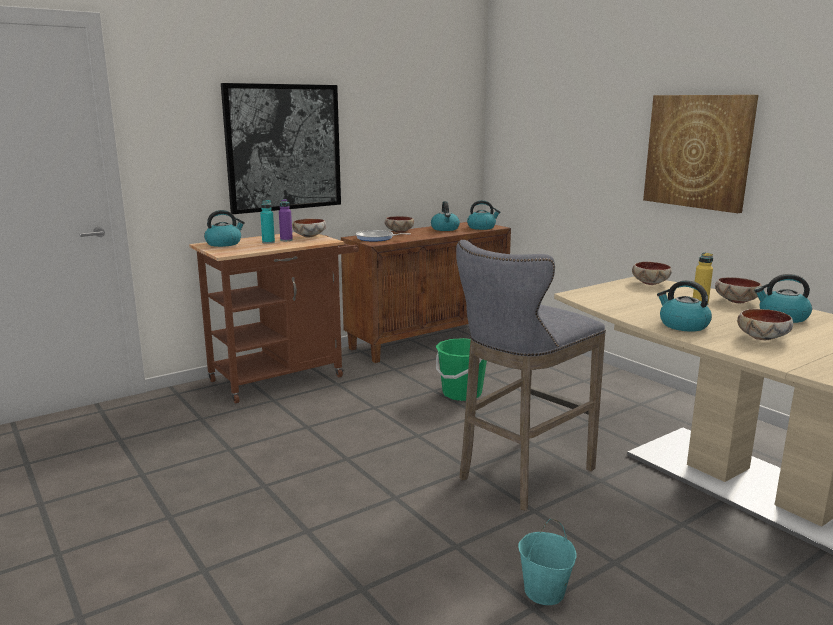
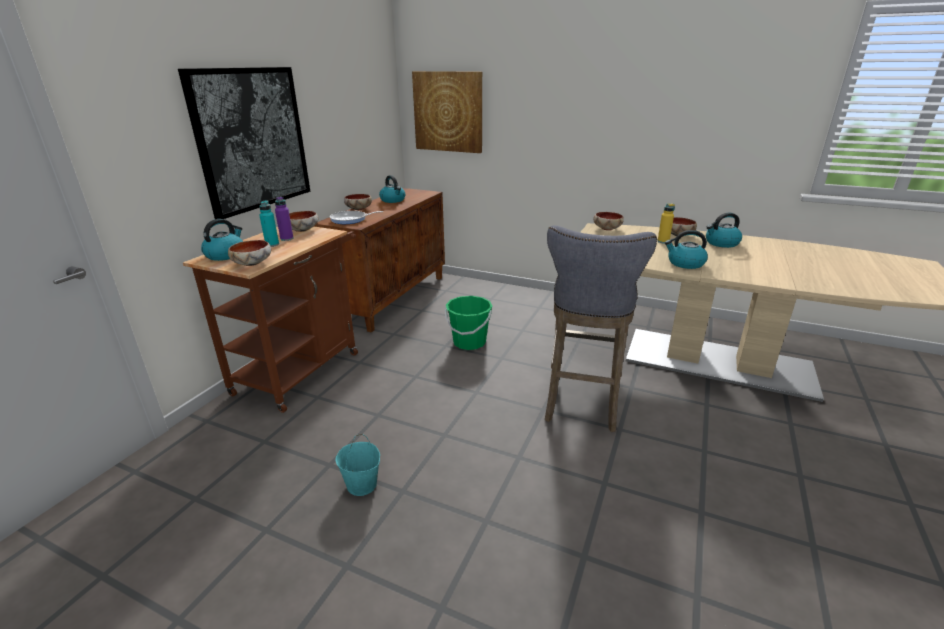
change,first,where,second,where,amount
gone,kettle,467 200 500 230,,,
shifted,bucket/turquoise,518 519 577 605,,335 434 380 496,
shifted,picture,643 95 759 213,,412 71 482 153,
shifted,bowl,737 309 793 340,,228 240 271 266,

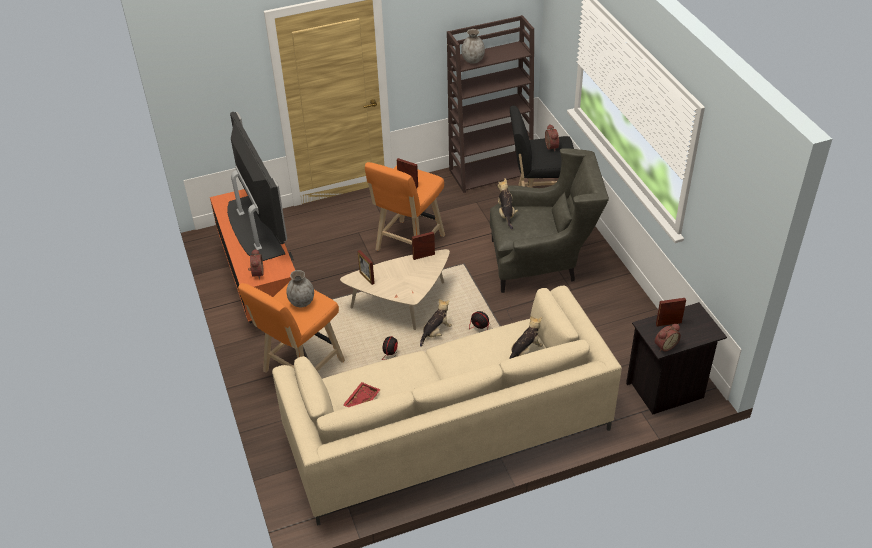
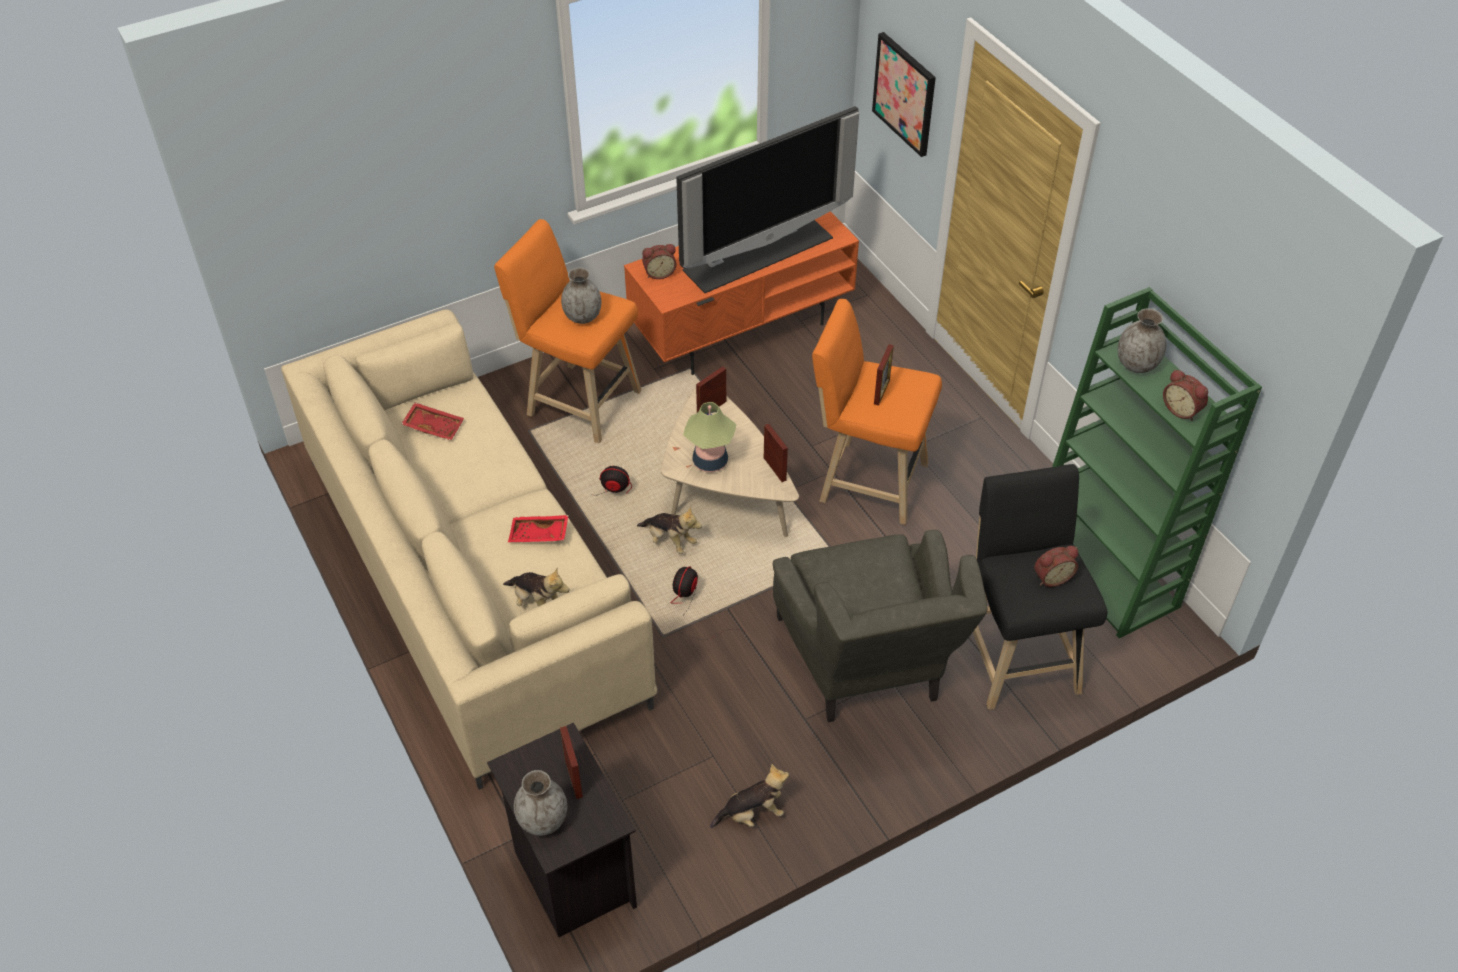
change,first,where,second,where,amount
new,,,tray/red,508 515 569 542,
new,,,vase/grey,514 770 567 836,
new,,,table lamp,683 402 736 472,
new,,,picture,872 32 936 157,
shifted,plush toy,498 178 518 229,,710 764 789 828,
shifted,alarm clock,655 324 681 352,,1163 370 1208 421,
repainted,bookcase/brown,447 15 534 193,bookcase/green,1052 287 1262 639,

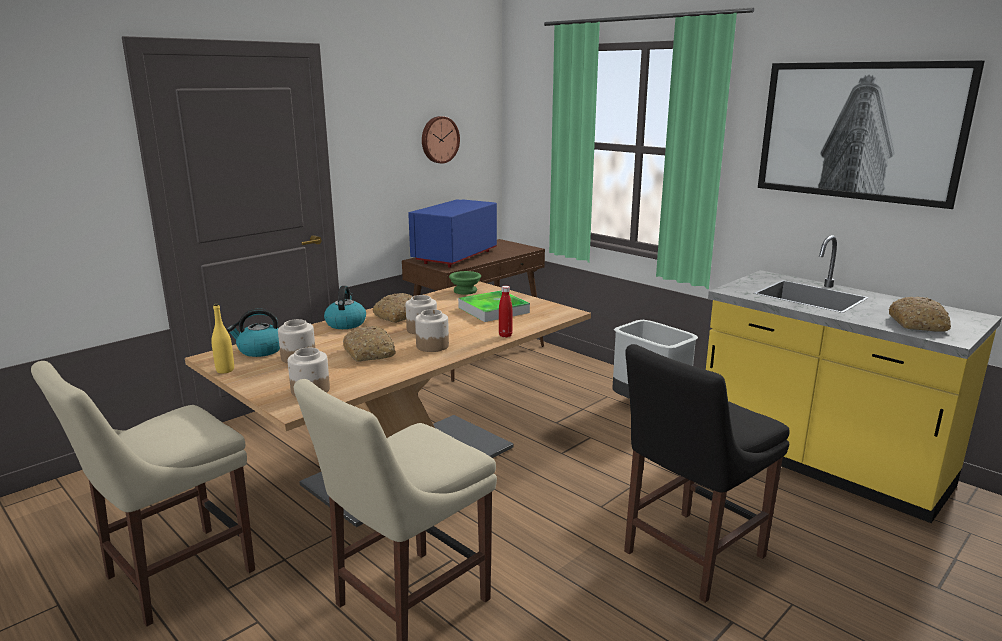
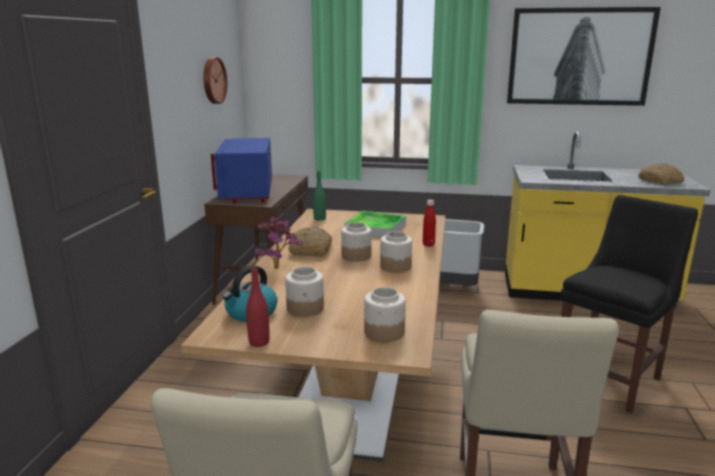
change,first,where,second,where,amount
gone,bread,343 326 395 362,,,
swapped,kettle,324 286 366 329,potted plant,254 217 303 269,
swapped,bowl/green,449 271 481 295,bottle/green,313 171 326 221,
repainted,bottle/yellow,211 303 234 373,bottle/red,246 265 270 347,
rotated,chair/black,624 344 790 603,,561 195 698 413,150 degrees counterclockwise

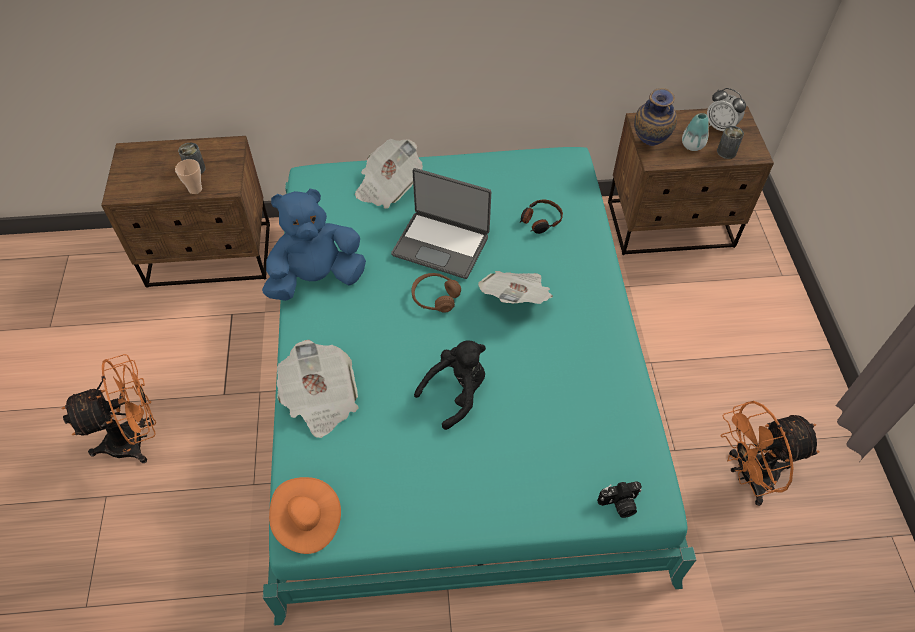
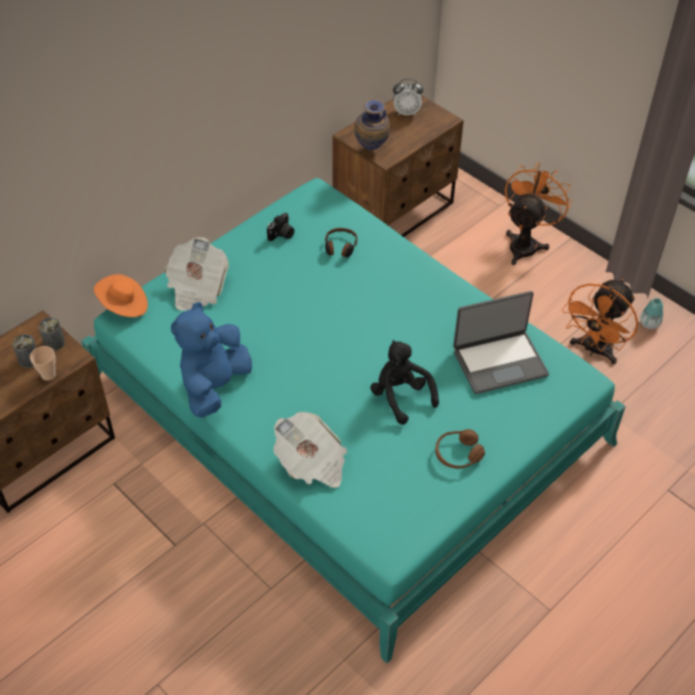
change,first,where,second,where,amount
gone,newspaper,478 271 553 304,,,
shifted,fan/orange,61 354 156 463,,505 162 572 265,
shifted,hat/orange,269 477 341 554,,94 274 148 317,
shifted,laptop,391 168 491 279,,453 291 549 394,
shifted,headphones/brown,411 273 461 313,,435 429 485 469,
shifted,photo camera,597 481 642 518,,267 213 295 241,
shifted,vase,682 113 709 151,,640 298 663 329,
shifted,can,717 126 744 159,,39 318 65 351,
rotated,plush toy/black,414 341 486 430,,370 340 439 425,45 degrees counterclockwise

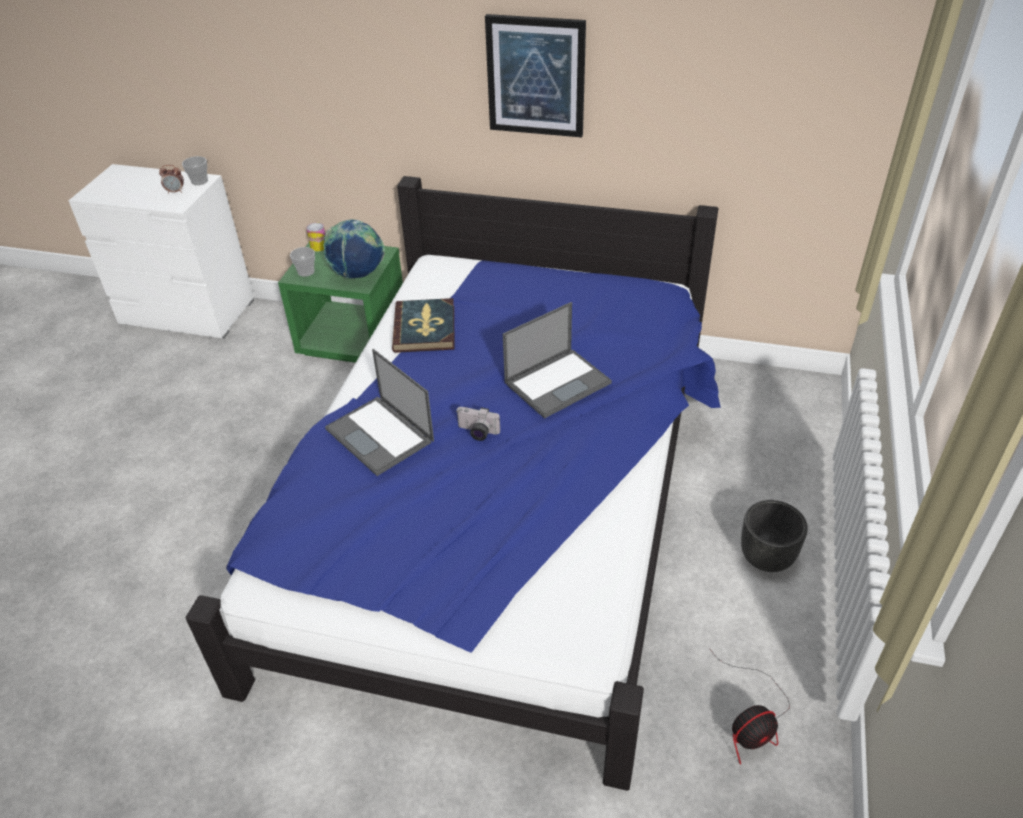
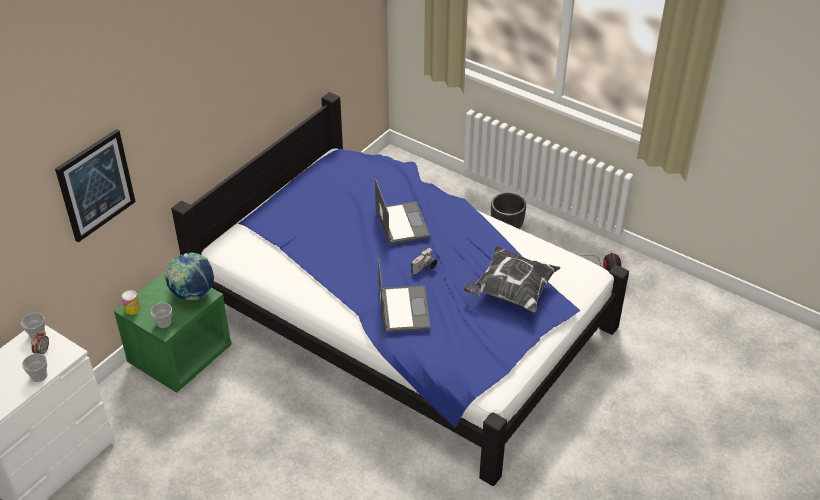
change,first,where,second,where,amount
gone,book,392 298 454 353,,,
new,,,cup,22 354 47 382,
new,,,pillow,464 246 561 312,
shifted,picture,485 14 586 137,,55 129 136 242,
rotated,laptop,325 349 434 476,,378 259 431 333,75 degrees counterclockwise

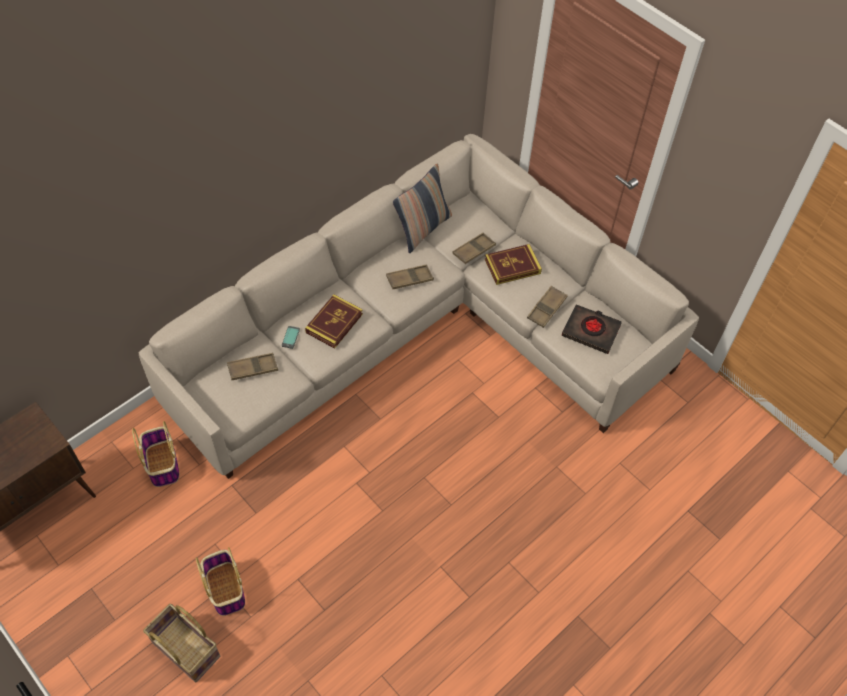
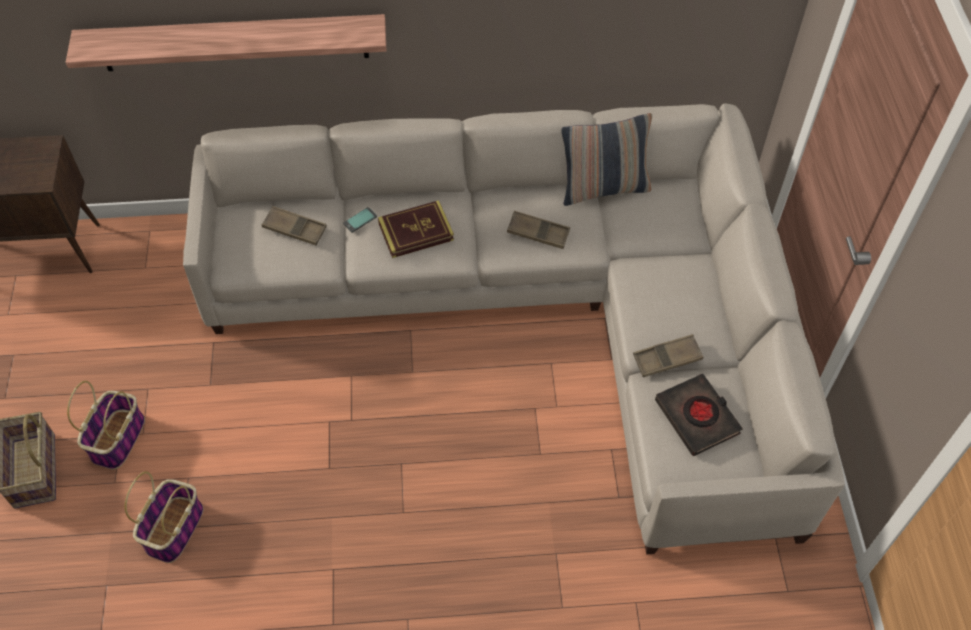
change,first,where,second,where,amount
gone,tray/brown,452 233 496 264,,,
gone,book,485 244 542 285,,,
new,,,shelf,66 14 386 71,
shifted,basket,132 421 179 487,,124 471 204 563,

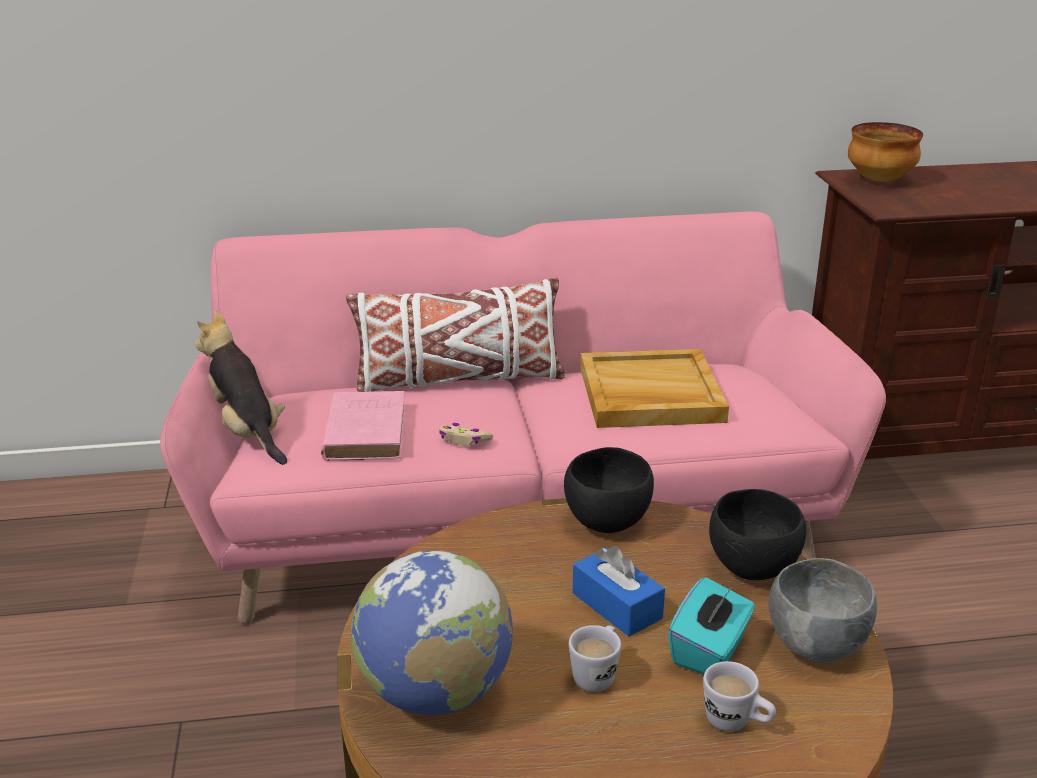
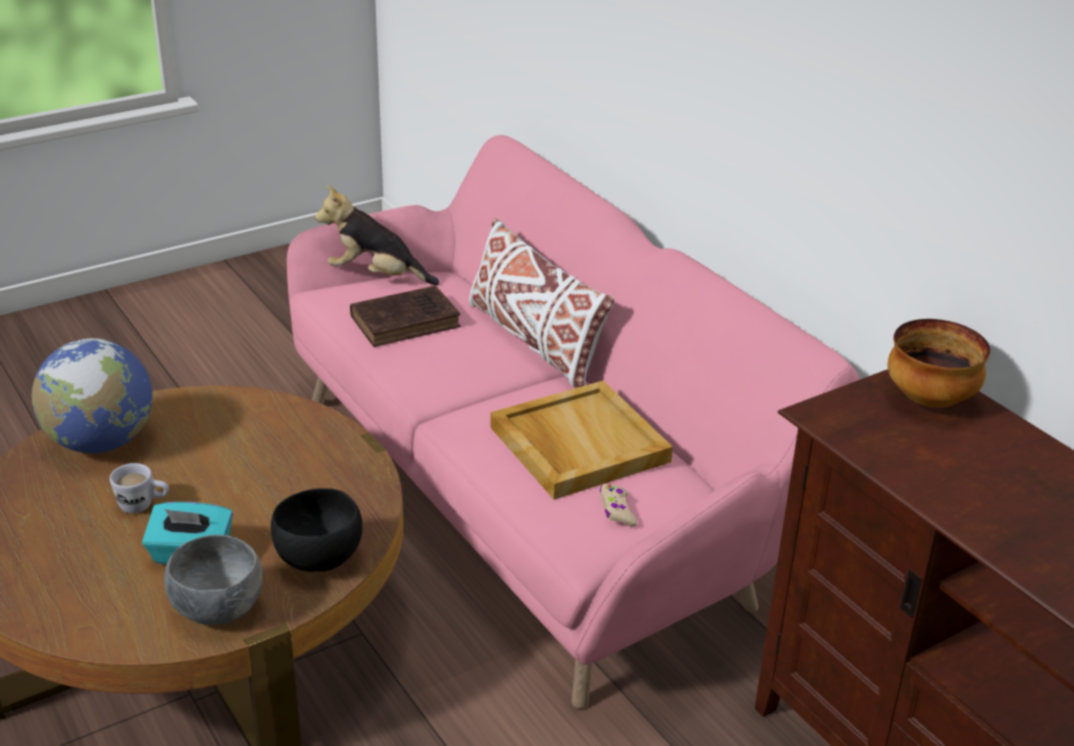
change,first,where,second,where,amount
gone,bowl/black,564 447 654 533,,,
gone,tissue box/blue,573 546 665 636,,,
gone,mug/white,703 661 776 731,,,
shifted,game controller/beige,439 423 493 446,,600 484 637 526,
repainted,book/pink,321 391 406 461,book/brown,350 286 461 347,
rotated,plush toy,195 311 287 465,,315 186 440 285,105 degrees counterclockwise

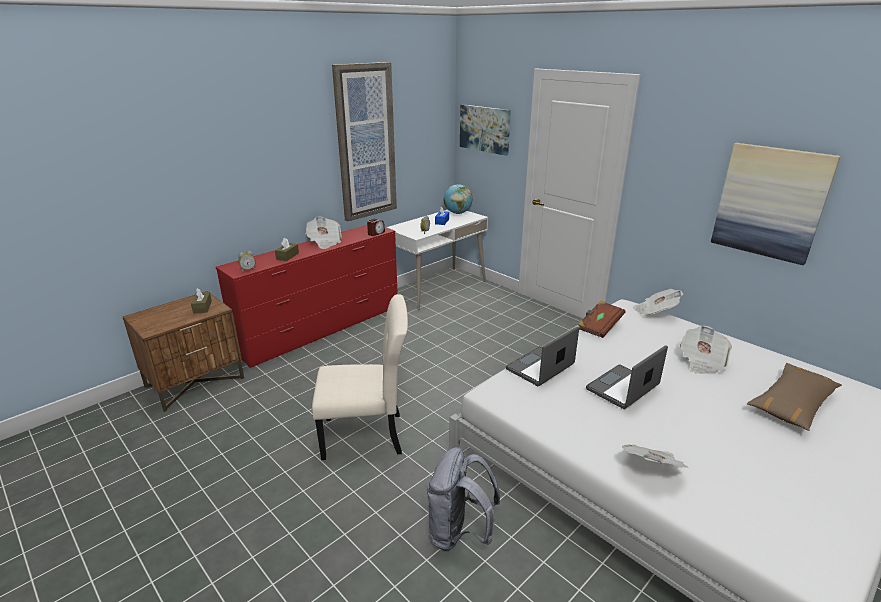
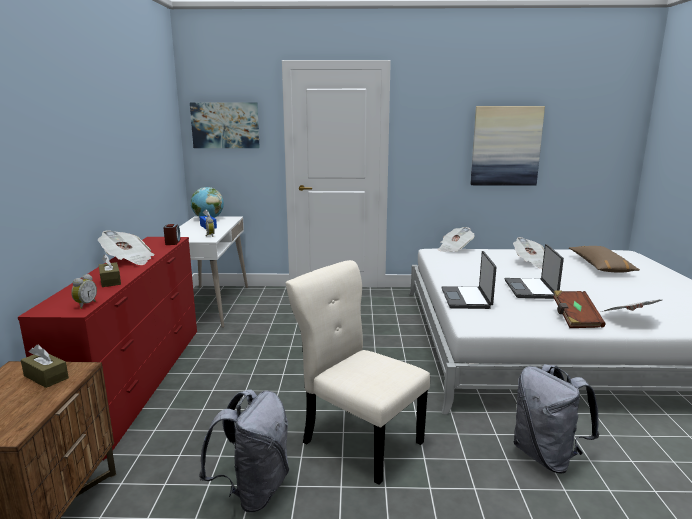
change,first,where,second,where,amount
gone,picture,332 62 397 222,,,
new,,,backpack/grey,199 389 289 513,
shifted,book/brown,578 300 625 338,,553 290 606 328,
rotated,chair/beige,312 294 408 460,,286 260 430 485,90 degrees counterclockwise

